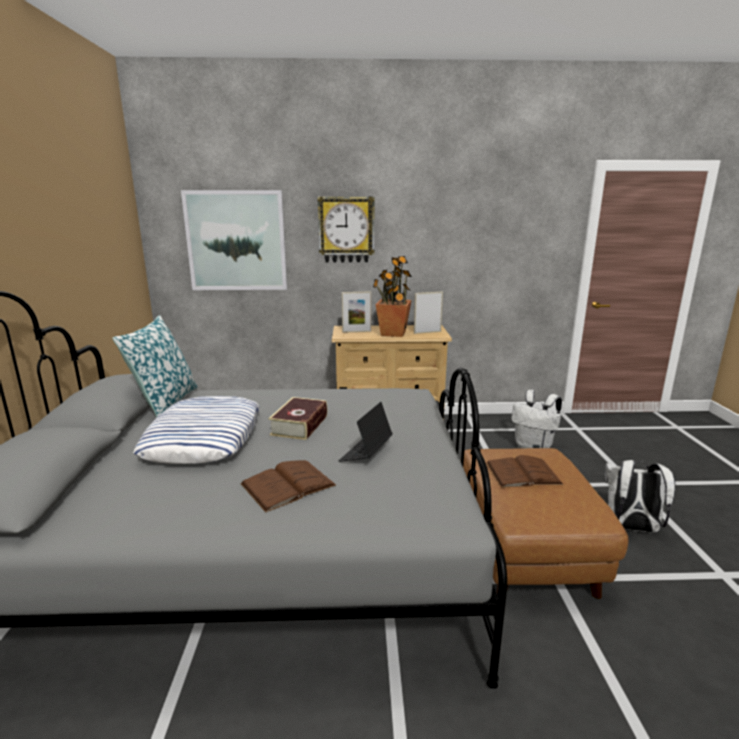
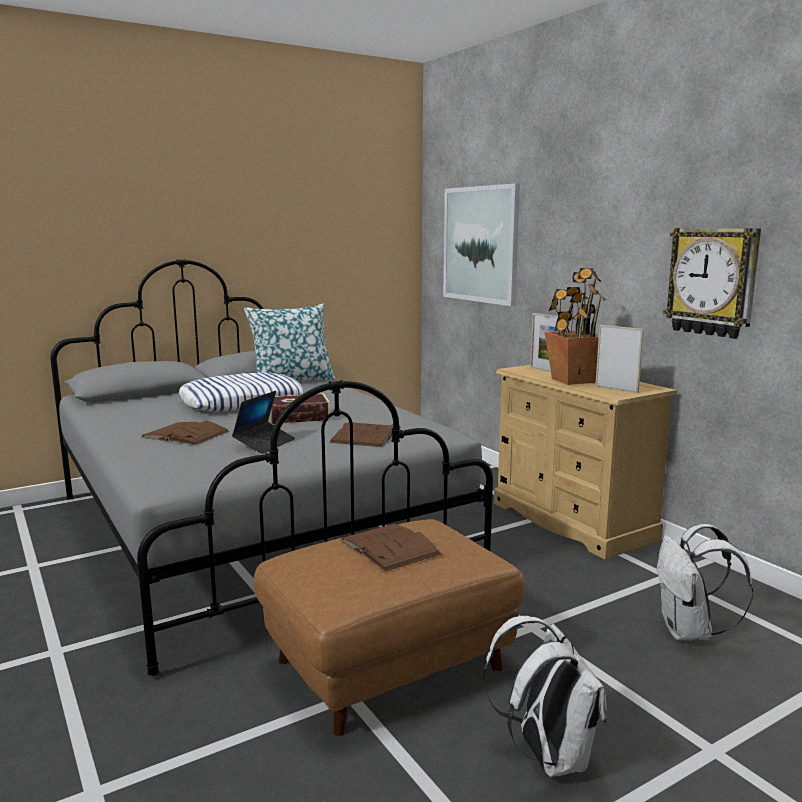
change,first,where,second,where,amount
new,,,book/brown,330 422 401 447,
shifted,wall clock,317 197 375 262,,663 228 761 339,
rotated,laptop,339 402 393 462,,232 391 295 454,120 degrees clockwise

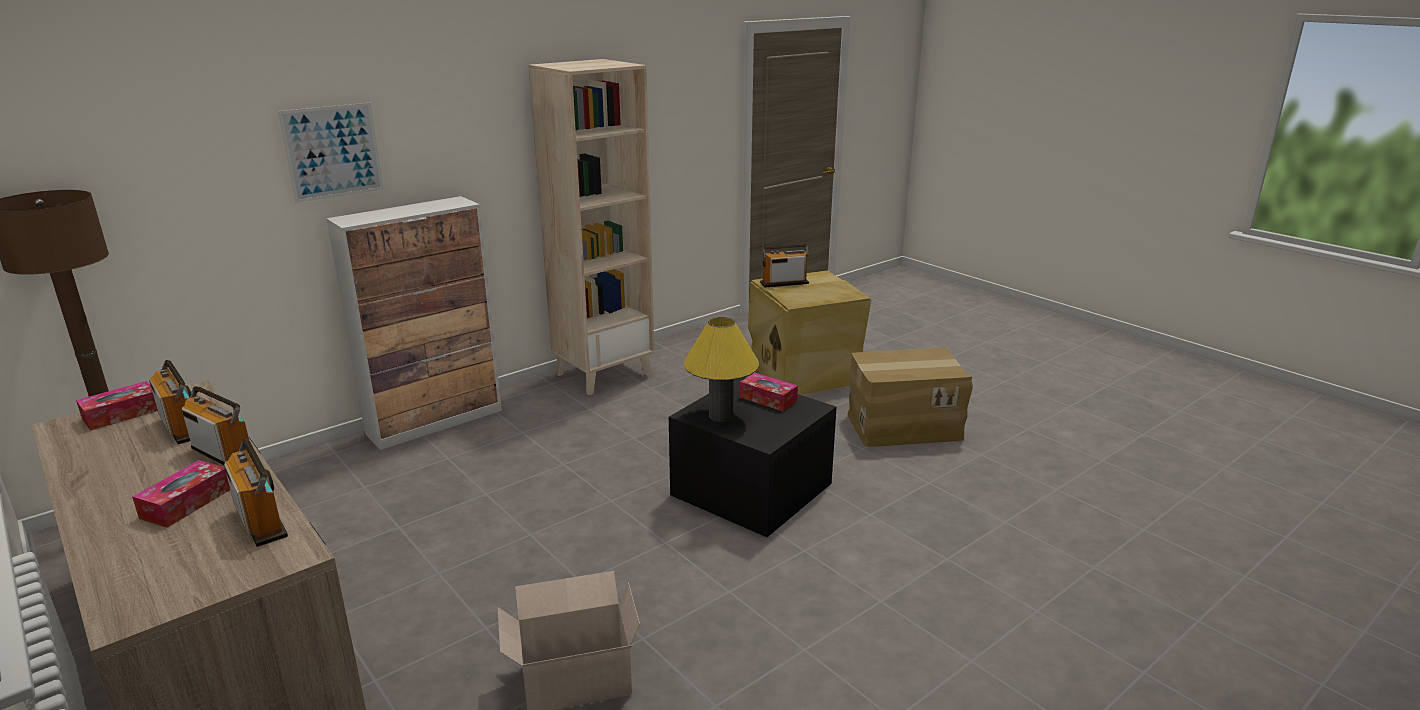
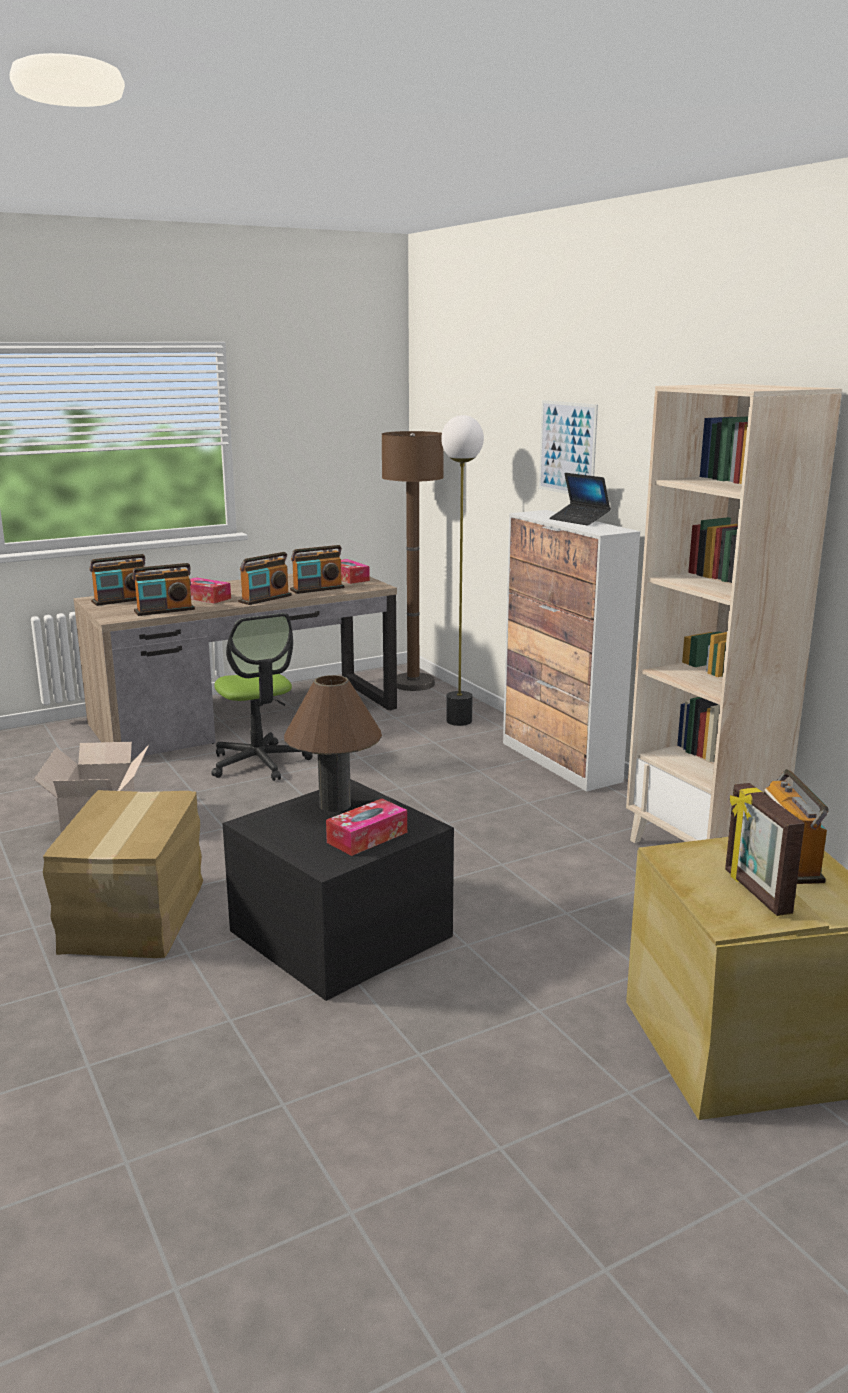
change,first,where,second,where,amount
new,,,radio,90 554 146 606,
new,,,office chair,211 613 313 781,
new,,,floor lamp,441 415 484 726,
new,,,laptop,550 473 611 526,
new,,,picture frame,725 783 805 916,
shifted,cardboard box,848 348 973 447,,43 790 203 958,
repainted,table lamp/yellow,684 317 759 422,table lamp/brown,284 675 382 812,

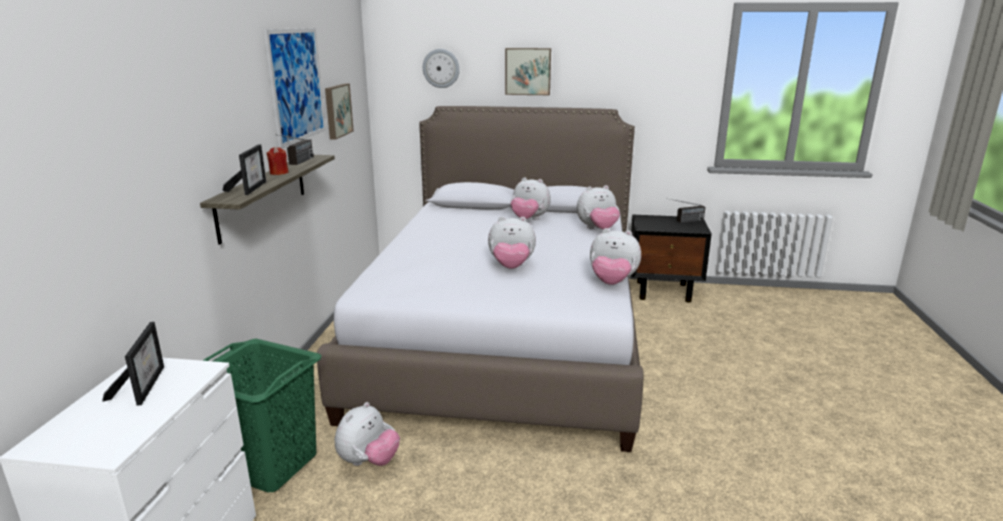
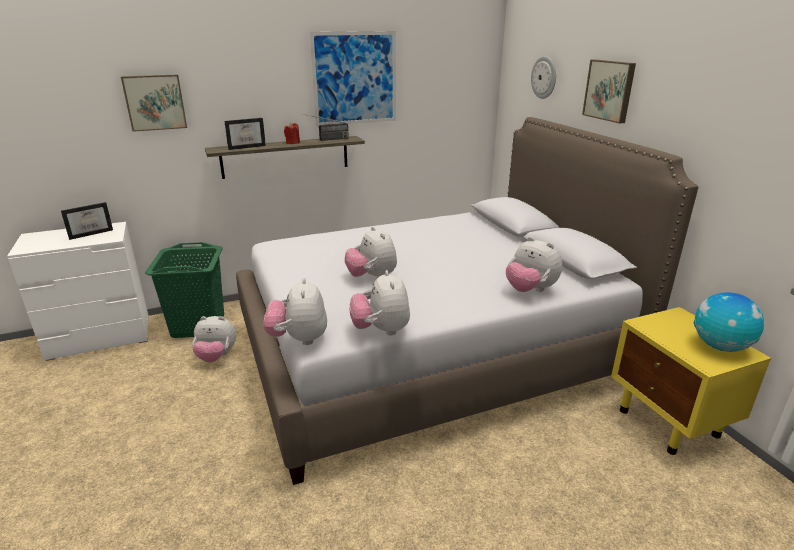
change,first,where,second,where,amount
shifted,picture,325 84 354 140,,121 74 187 132,
shifted,plush toy,510 177 551 220,,264 278 327 345,
swapped,radio,666 198 705 223,globe,694 292 764 352,
repainted,nightstand/black,631 215 712 303,nightstand/yellow,611 307 771 455,

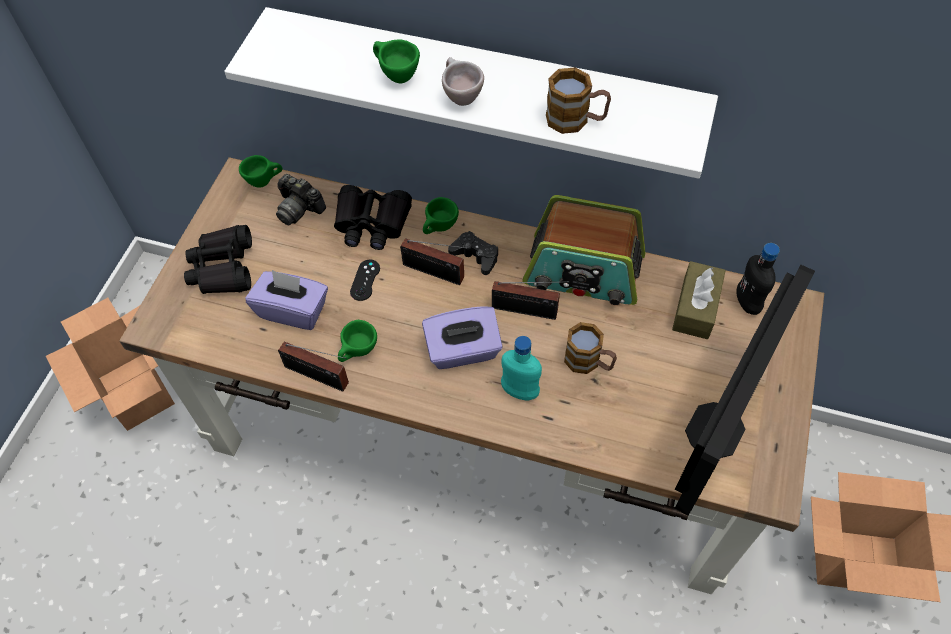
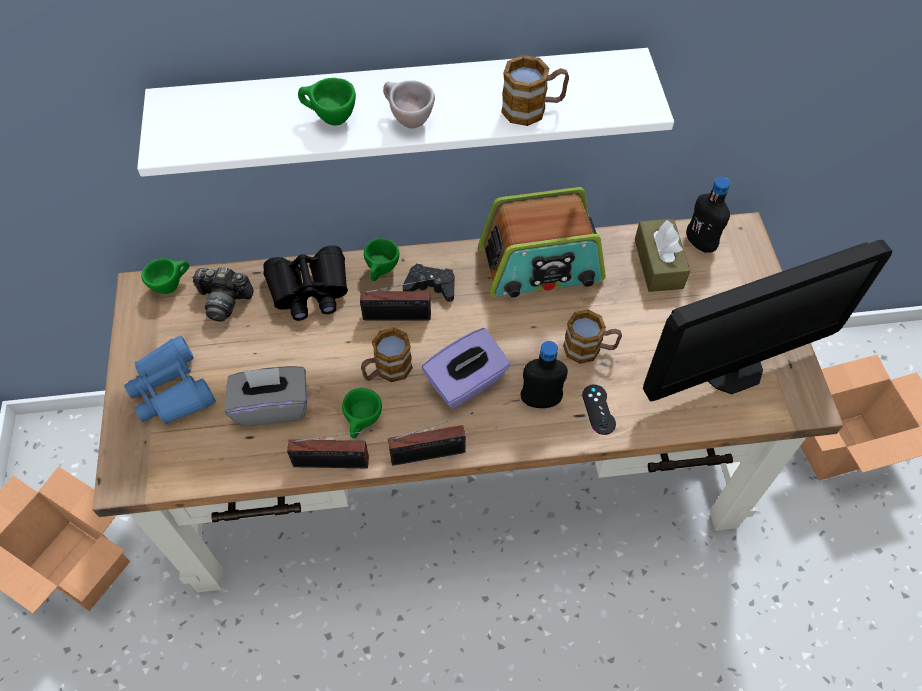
change,first,where,second,where,amount
new,,,mug,361 327 413 382,
shifted,game controller/black,350 259 380 301,,582 384 616 435,
shifted,radio,492 281 569 320,,388 412 473 465,
repainted,binoculars/black,184 225 252 294,binoculars/blue,124 336 216 425,
repainted,tissue box/purple,245 270 328 330,tissue box/grey,224 366 307 427,
repainted,bottle/turquoise,501 336 542 400,bottle/black,521 341 568 408,
rotated,monitor,674 265 815 516,,643 240 892 402,60 degrees clockwise

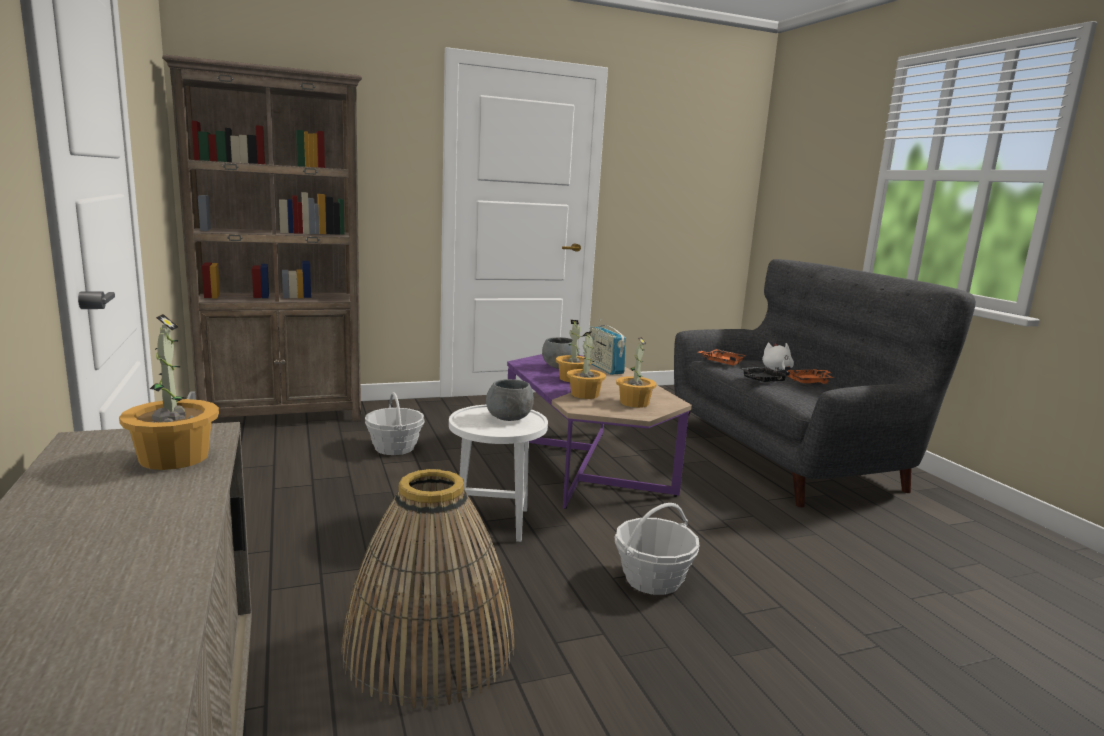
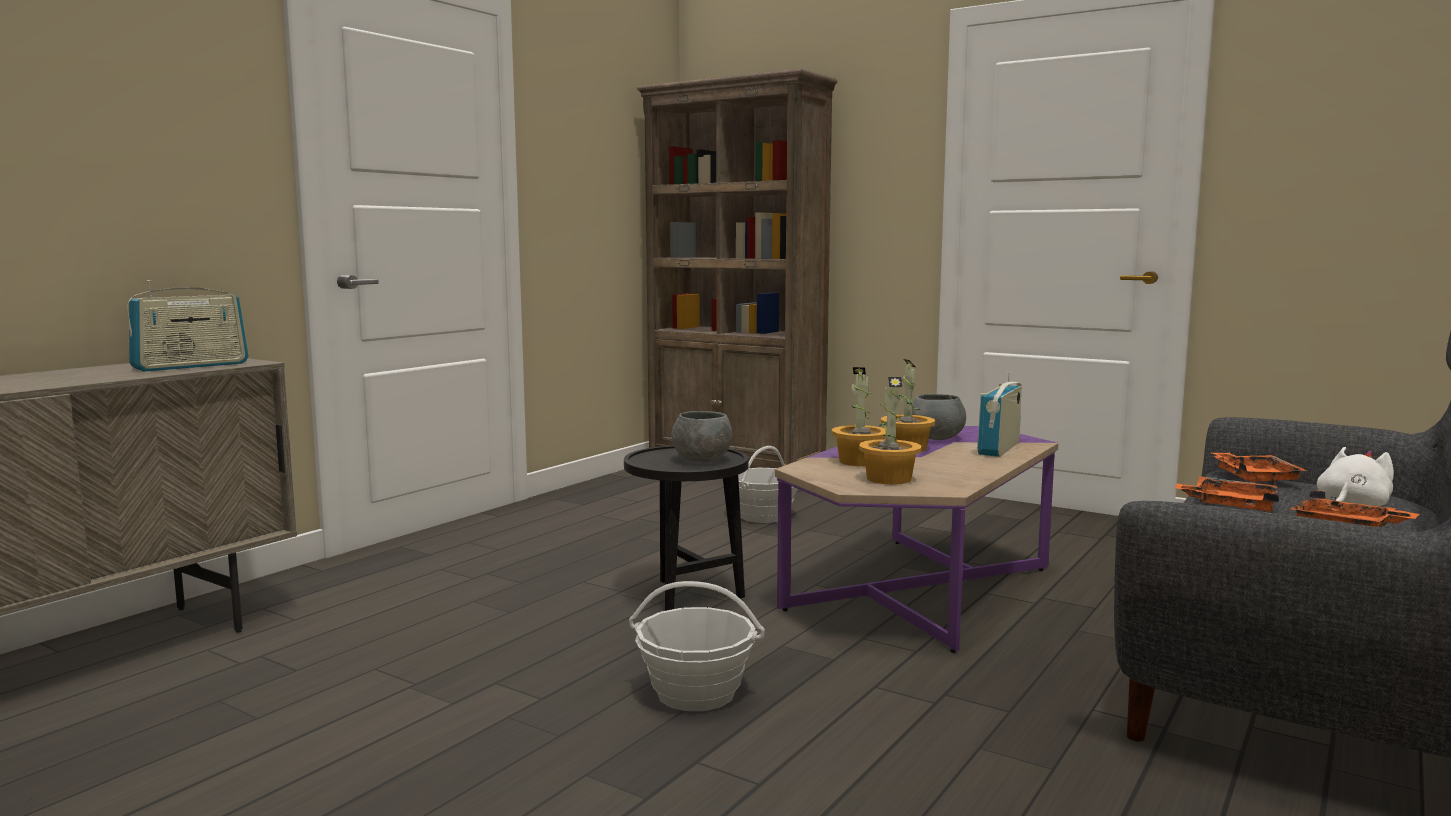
change,first,where,second,where,amount
gone,basket,342 469 514 708,,,
swapped,potted plant,119 314 219 470,radio,127 280 249 371,
repainted,side table/white,449 405 548 542,side table/black,624 445 749 611,
repainted,tray/black,740 367 790 382,tray/orange,1175 476 1279 512,

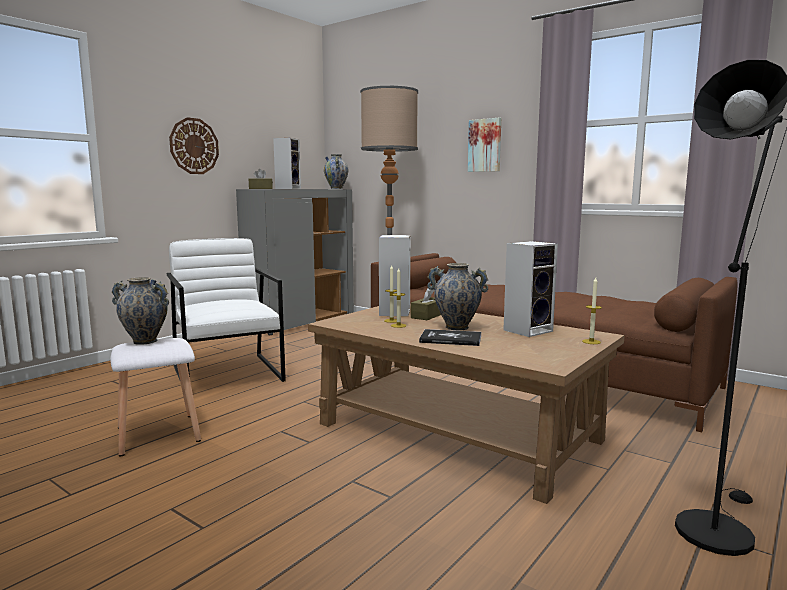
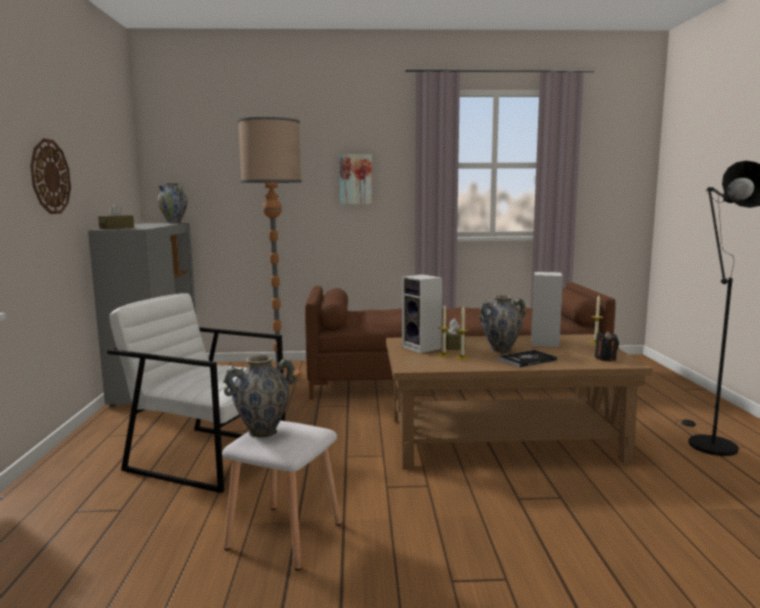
change,first,where,second,where,amount
gone,speaker,273 138 301 189,,,
new,,,candle/black,595 331 619 361,

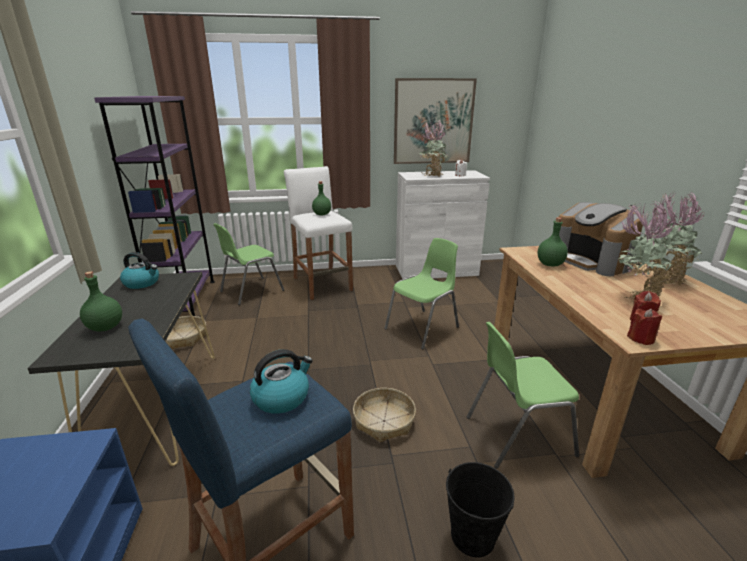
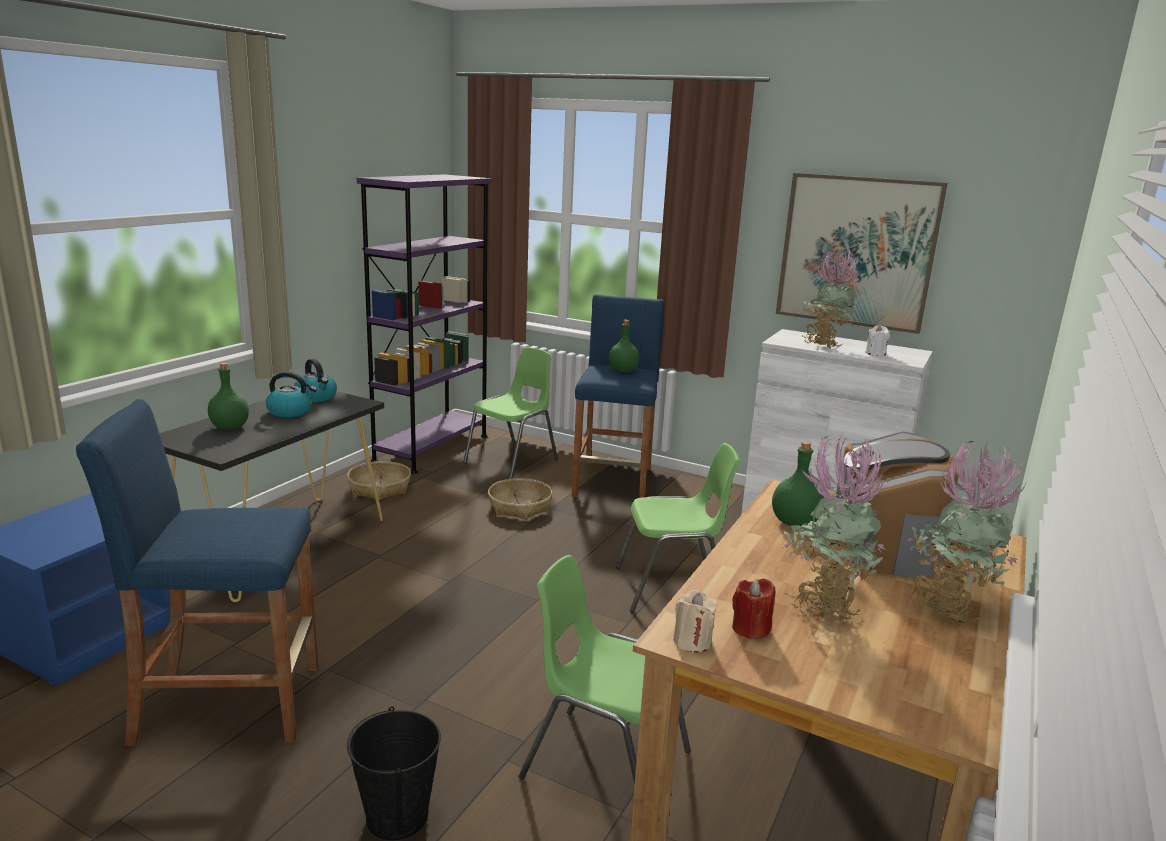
change,first,where,second,where,amount
shifted,kettle,250 349 313 414,,266 372 317 417,
shifted,basket,353 388 416 443,,488 478 552 520,
repainted,stool/white,284 166 353 300,stool/blue,572 294 664 498,
repainted,candle/red,627 309 662 345,candle/beige,673 590 717 653,
rotated,chair/green,213 223 284 305,,463 348 558 479,135 degrees clockwise

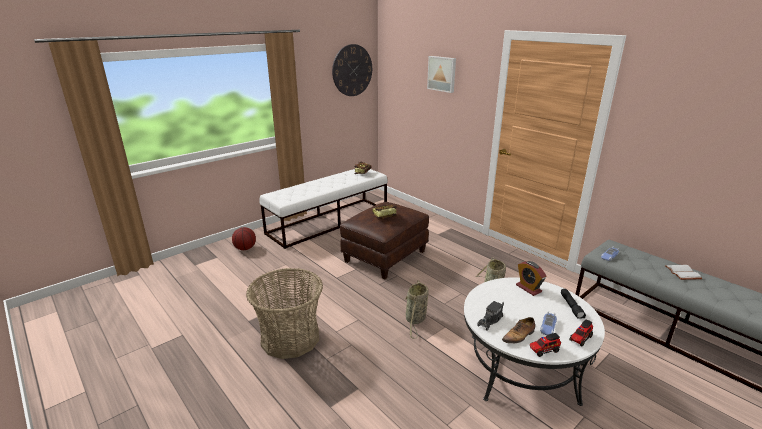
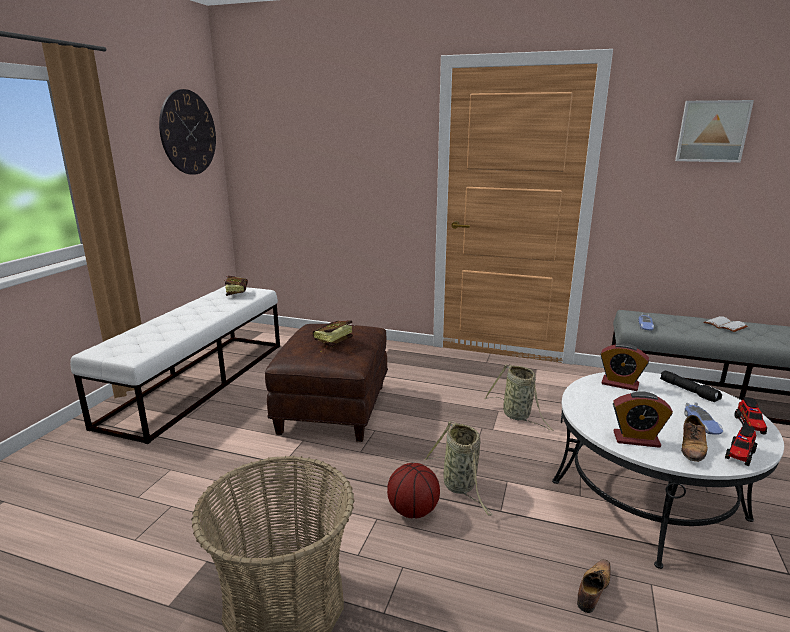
change,first,where,second,where,amount
new,,,shoe,577 559 611 613,
shifted,basketball,232 227 256 250,,387 463 440 518,
shifted,picture,427 56 456 93,,675 100 754 162,
swapped,toy truck,477 301 504 331,alarm clock,613 392 673 448,

